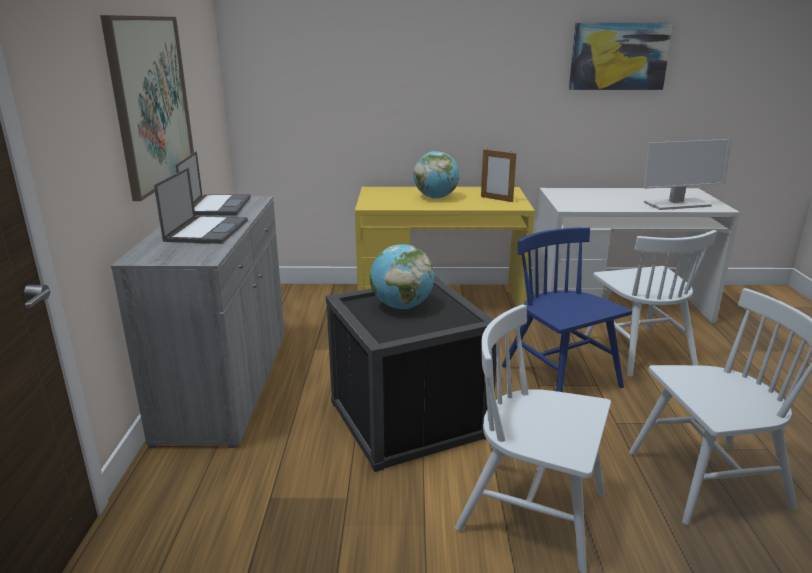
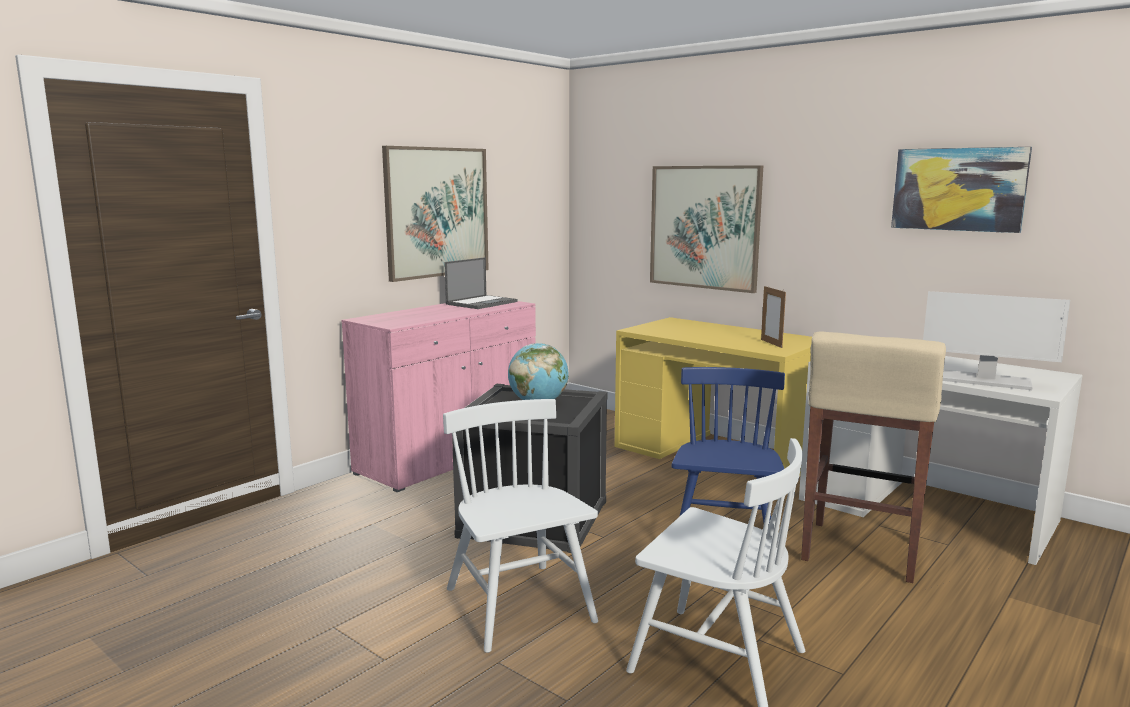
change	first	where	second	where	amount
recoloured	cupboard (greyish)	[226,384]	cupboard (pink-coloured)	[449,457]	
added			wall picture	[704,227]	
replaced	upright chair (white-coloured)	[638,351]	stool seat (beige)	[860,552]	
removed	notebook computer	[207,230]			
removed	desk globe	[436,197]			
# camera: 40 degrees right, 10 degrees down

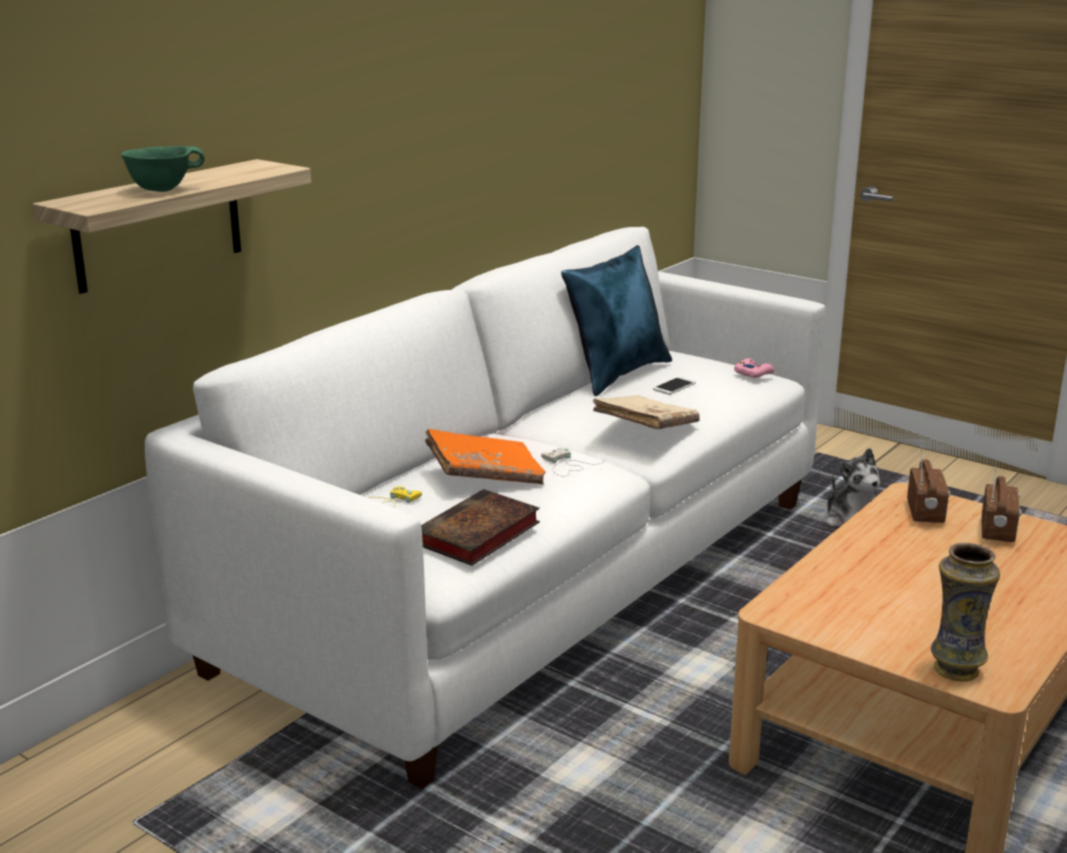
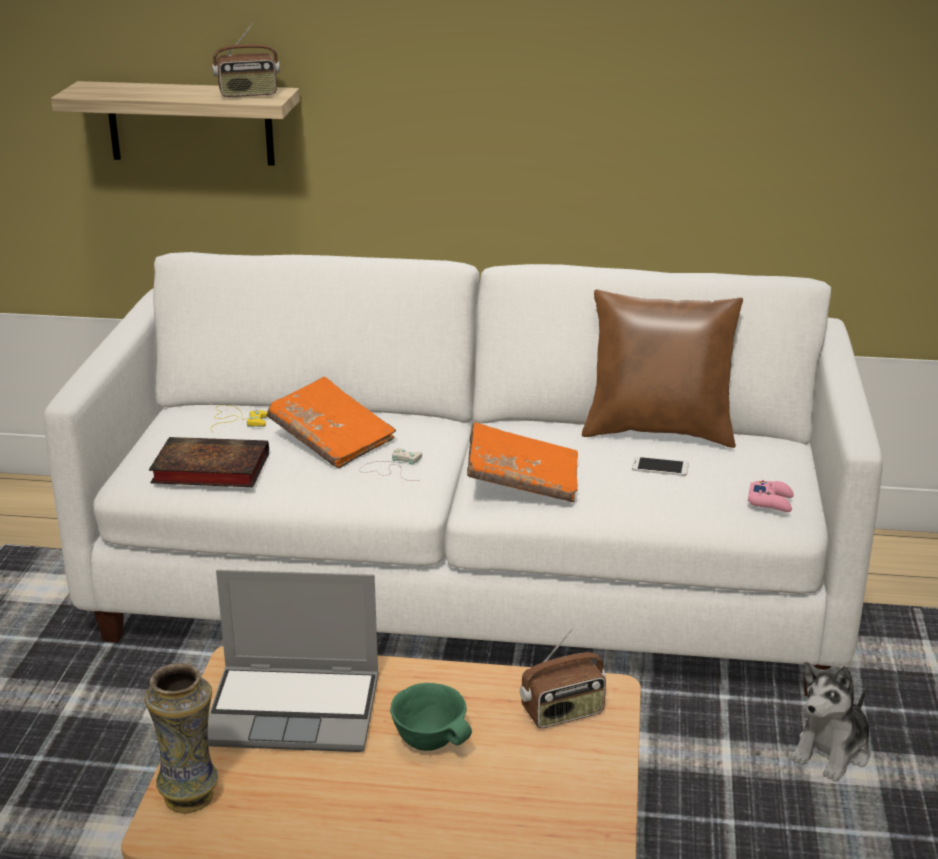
change	first	where	second	where	amount
added			notebook computer	[296,709]	
moved	radio	[998,531]		[248,94]	
moved	bowl (green)	[162,189]		[431,741]	
recoloured	bound book (beige)	[645,429]	bound book (orangey)	[522,481]	
recoloured	throw pillow (blue-coloured)	[617,374]	throw pillow (brownish)	[659,431]	
# camera: 60 degrees right, 5 degrees up

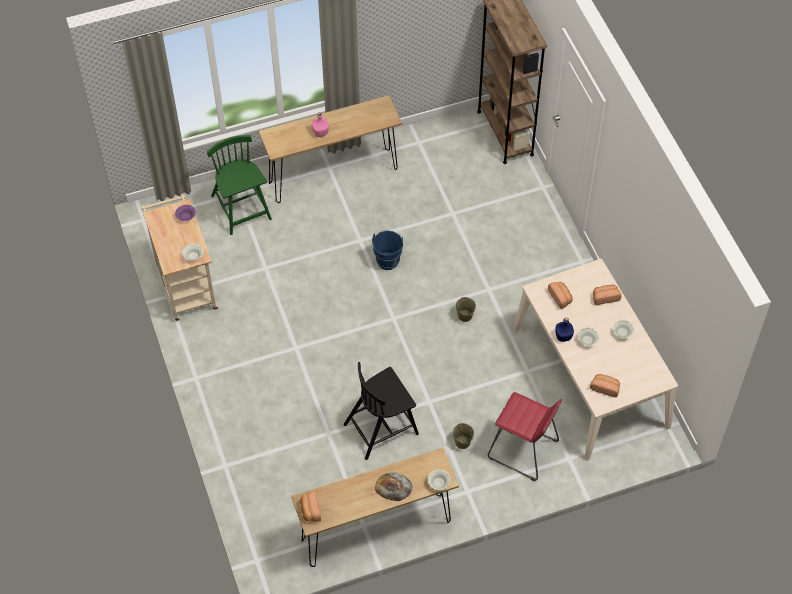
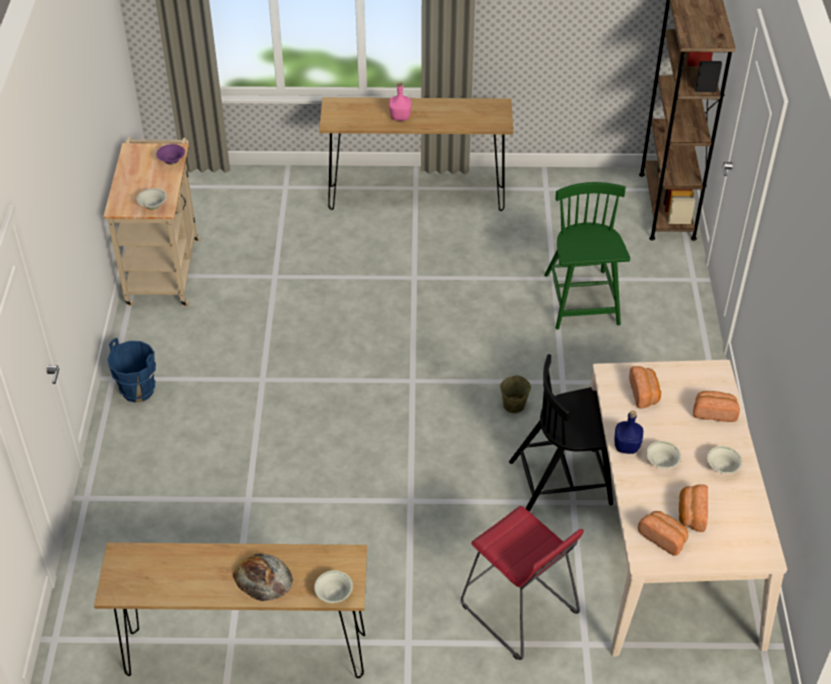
change	first	where	second	where	amount
moved	bucket (blue-coloured)	[388,262]		[138,391]	
moved	upright chair (blackish)	[382,428]		[562,482]	
moved	upright chair (green)	[241,209]		[581,301]	
moved	bread	[310,510]		[691,514]	
removed	bucket (beige)	[462,442]			
# camera: 20 degrees right, 10 degrees down

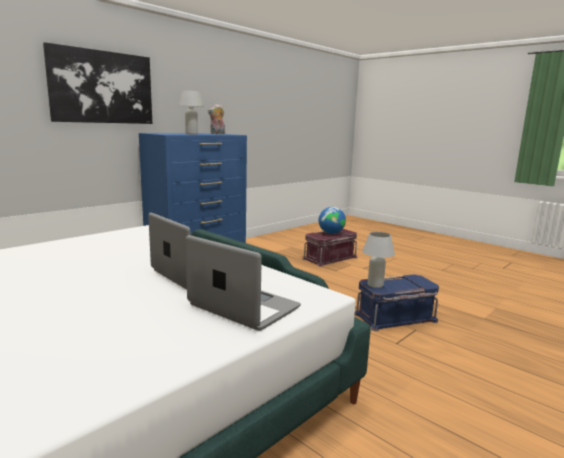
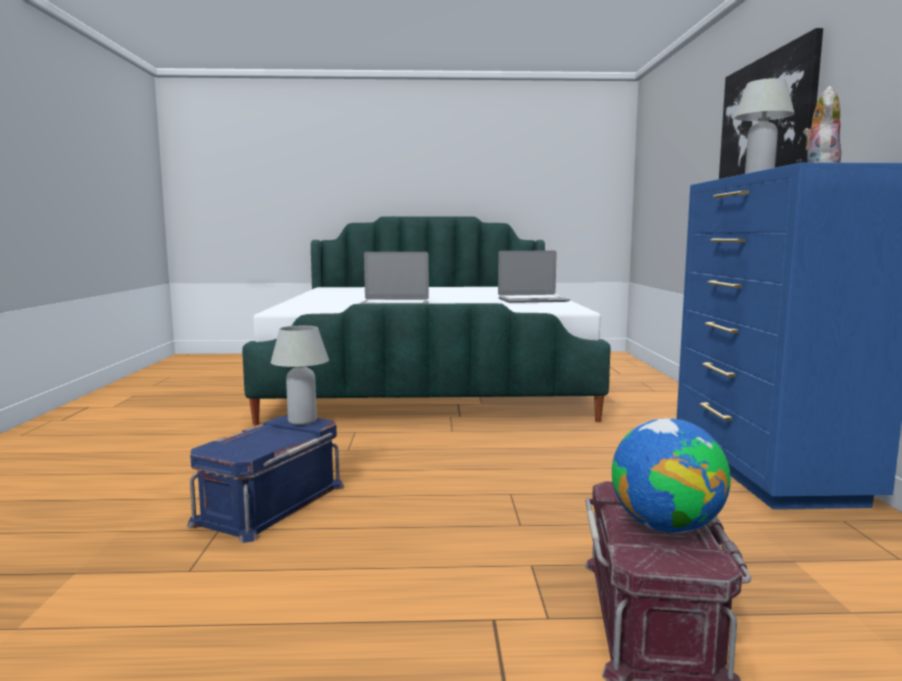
change	first	where	second	where	amount
moved	notebook computer	[243,307]		[532,300]	
# camera: 135 degrees right, 5 degrees down

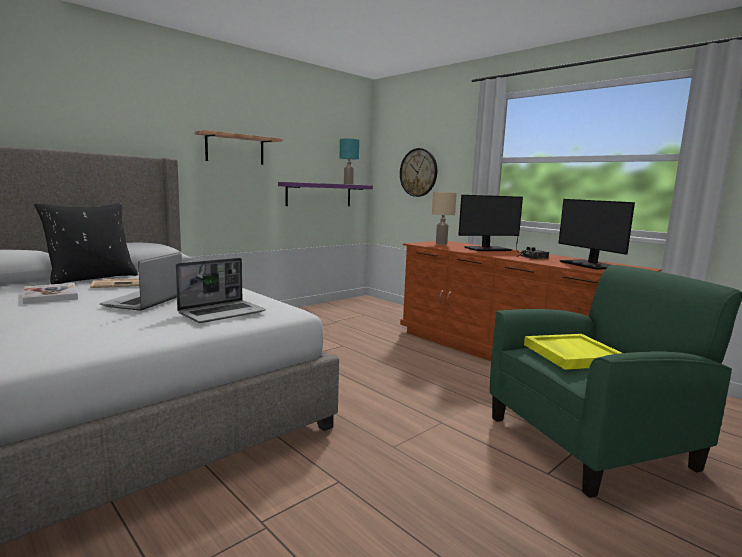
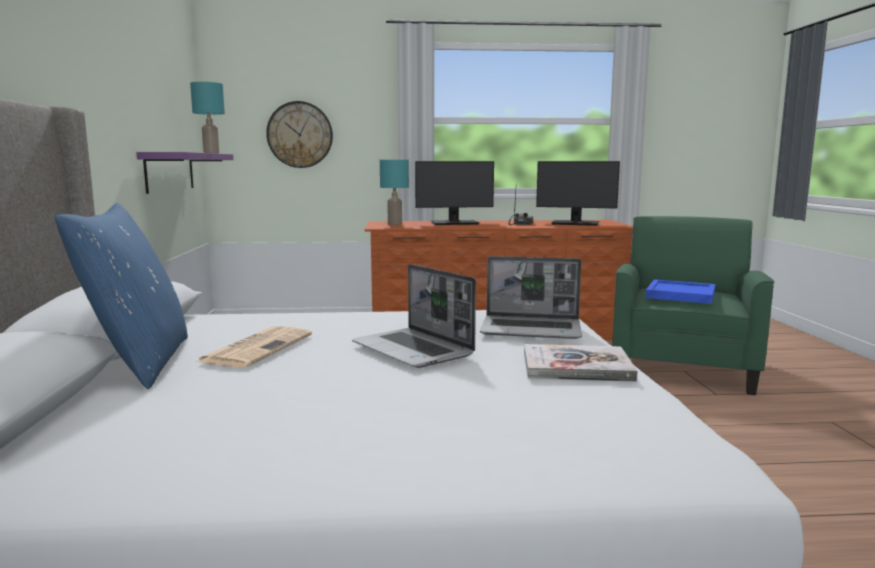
change	first	where	second	where	amount
recoloured	throw pillow (blackish)	[92,278]	throw pillow (blue-coloured)	[140,362]	
recoloured	lamp for a table (beige)	[441,243]	lamp for a table (turquoise)	[394,224]	
turned	computer display	[487,249]		[454,223]	60 degrees clockwise
turned	notebook computer	[222,313]		[532,329]	105 degrees clockwise
moved	bound book	[51,295]		[576,366]	
recoloured	serving tray (yellow-coloured)	[572,354]	serving tray (blue-coloured)	[680,295]	
removed	shelf	[235,149]			
# camera: 50 degrees left, 0 degrees up

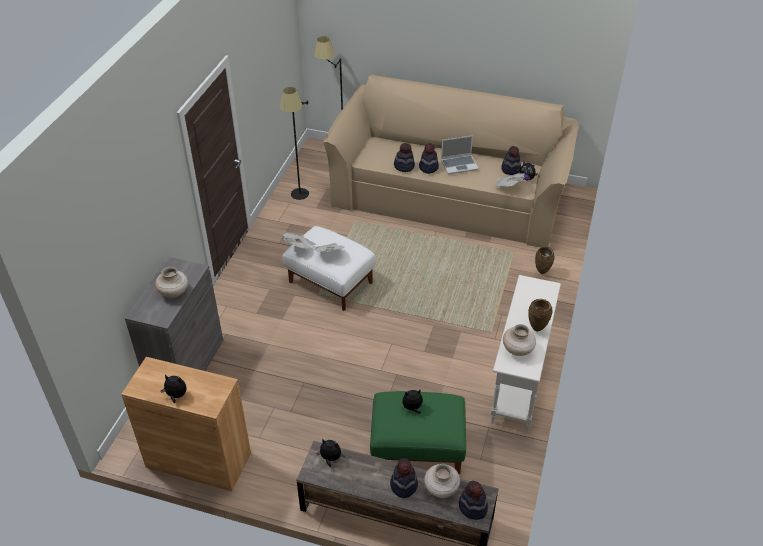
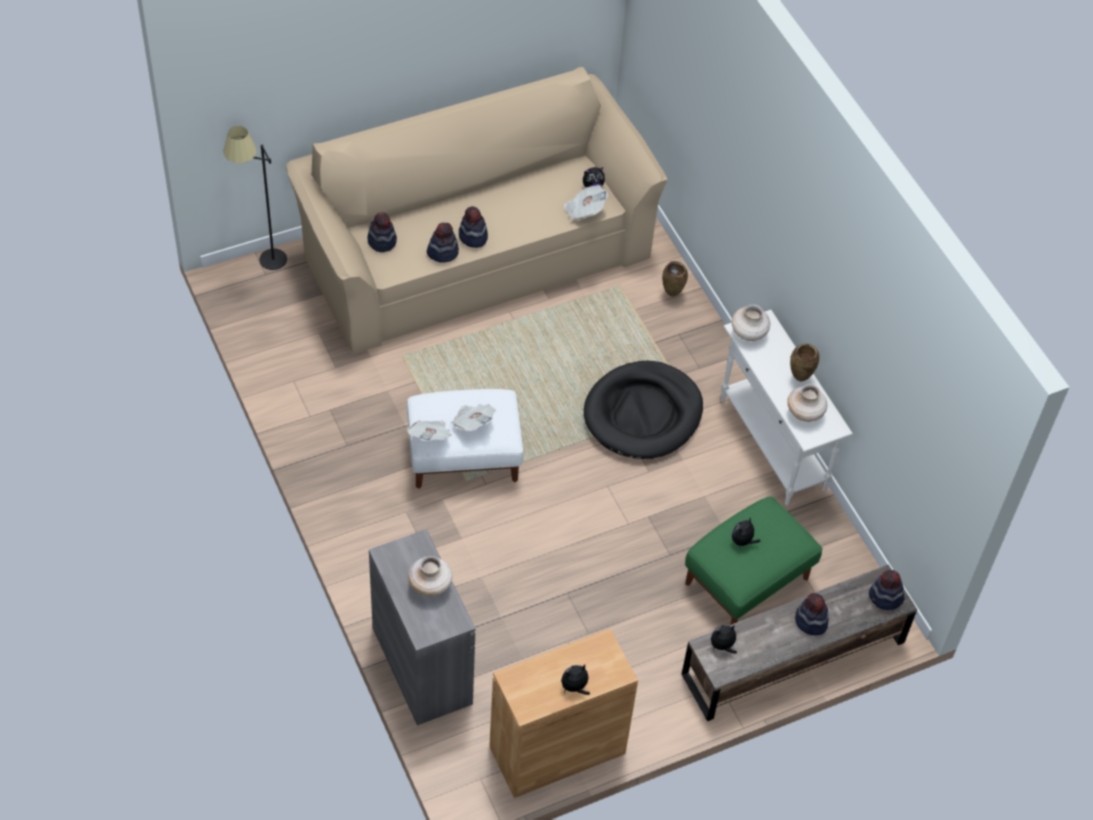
change	first	where	second	where	amount
moved	hat	[511,169]		[382,241]	
added			dog cushion (blackish)	[643,414]	
moved	decorative vase (beige)	[441,489]		[748,333]	
removed	standard lamp (blackish)	[300,199]			
removed	notebook computer	[459,165]			
# camera: 45 degrees left, 10 degrees up

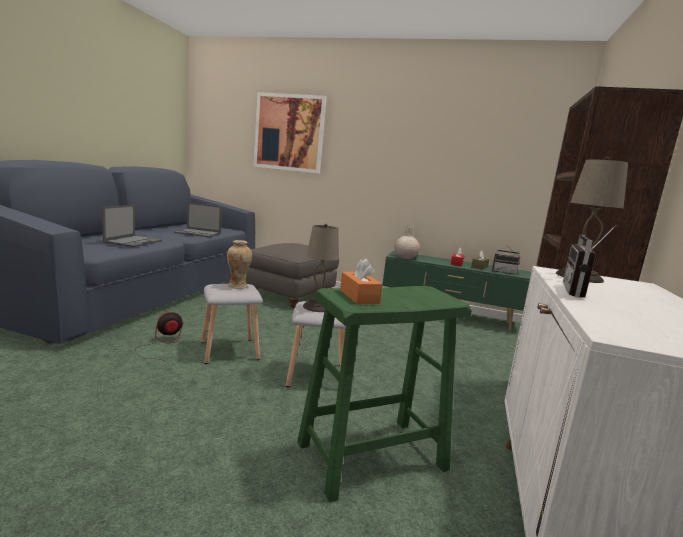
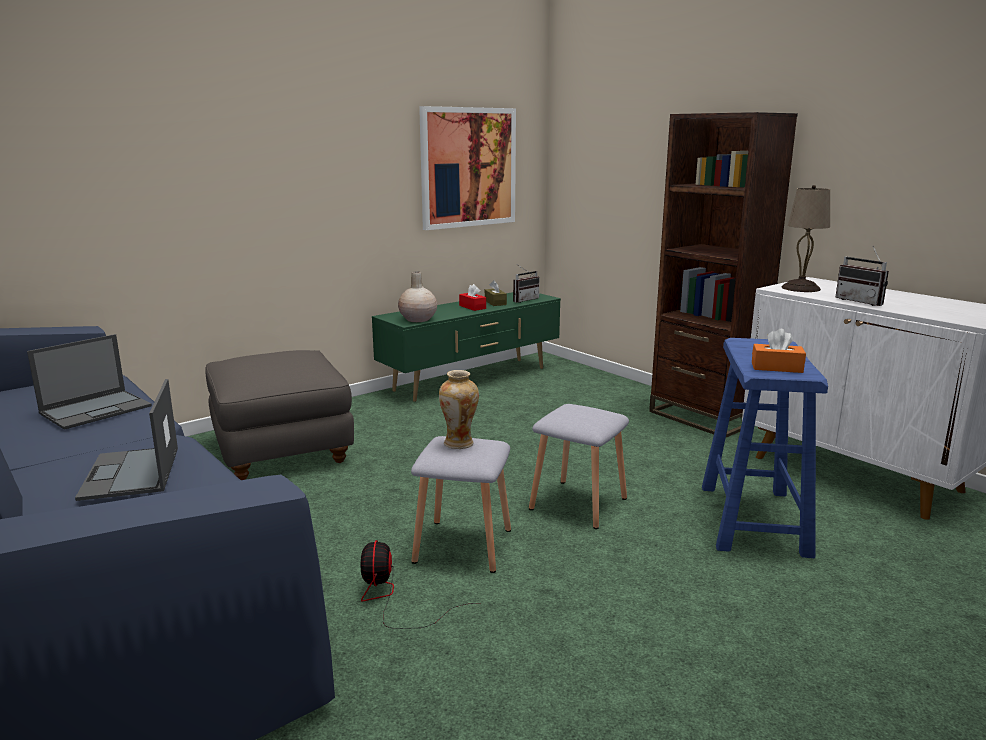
change	first	where	second	where	amount
turned	notebook computer	[133,241]		[131,473]	150 degrees counterclockwise
moved	wall picture	[289,133]		[468,167]	
recoloured	stool seat (green)	[370,456]	stool seat (blue-coloured)	[753,520]	
removed	lamp for a table (beige)	[318,307]			
# camera: 55 degrees left, 5 degrees up

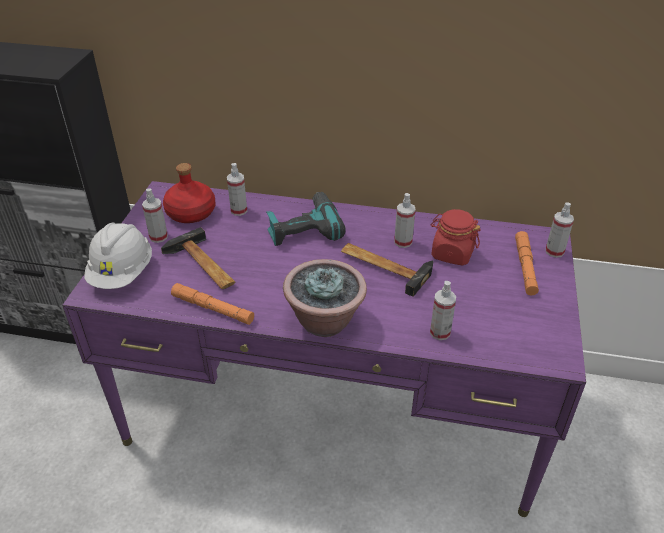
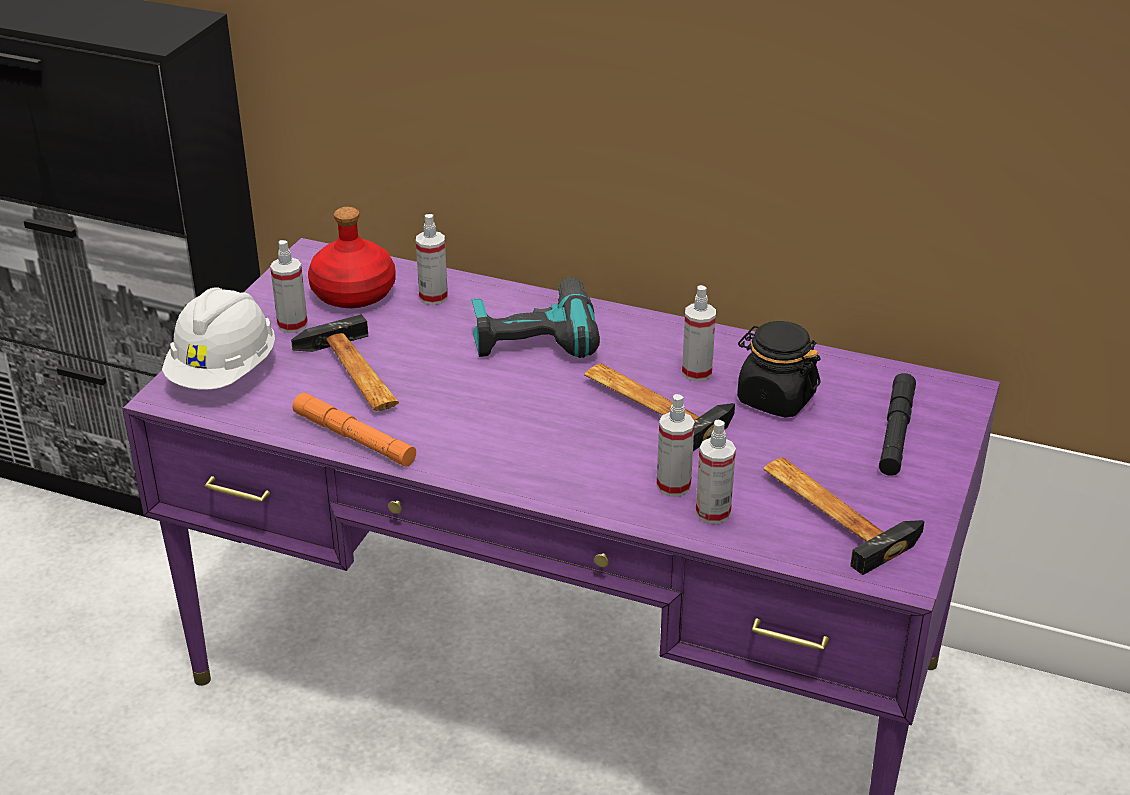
change	first	where	second	where	amount
moved	spray bottle	[554,251]		[673,486]	
recoloured	jar (red)	[452,253]	jar (blackish)	[775,398]	
added			tool hammer	[833,512]	
recoloured	hand torch (orangey)	[525,267]	hand torch (blackish)	[896,432]	
removed	plant in a pot	[325,321]			
# camera: 10 degrees right, 5 degrees down

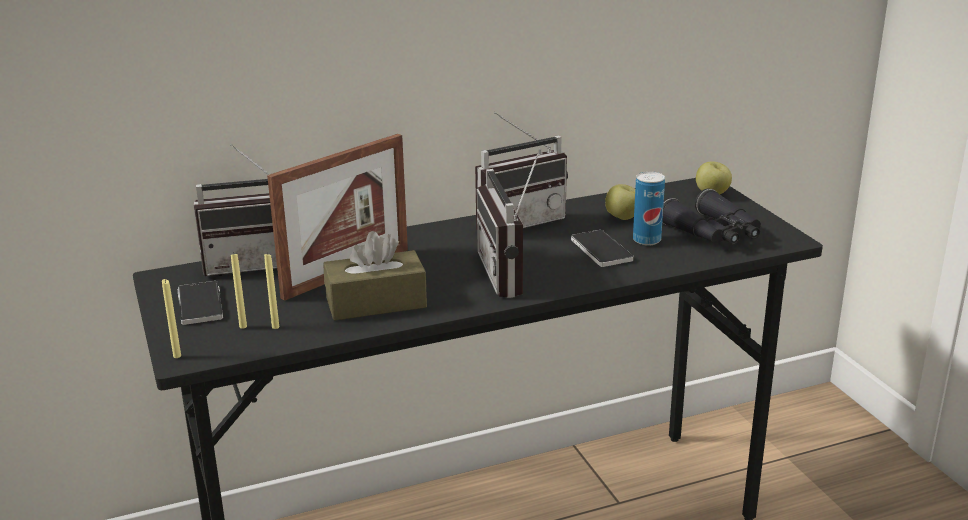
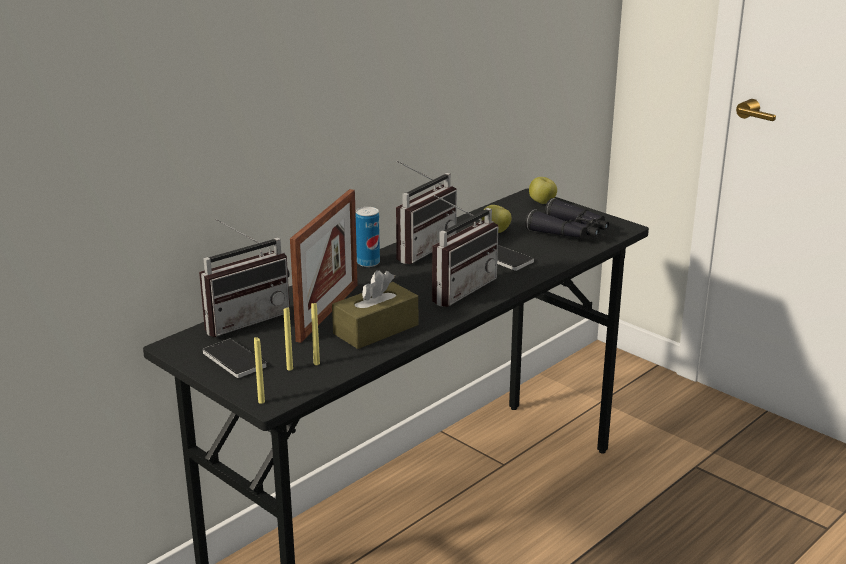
change	first	where	second	where	amount
moved	metal can	[646,240]		[368,263]	
turned	radio	[512,275]		[457,289]	105 degrees counterclockwise
# camera: 25 degrees left, 0 degrees up

